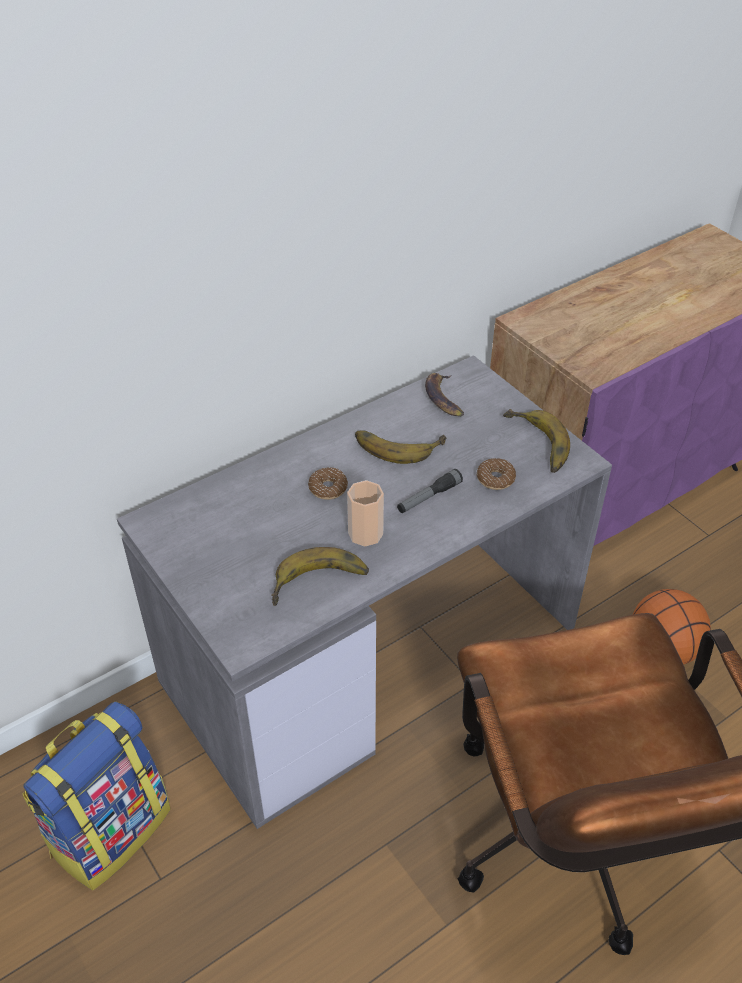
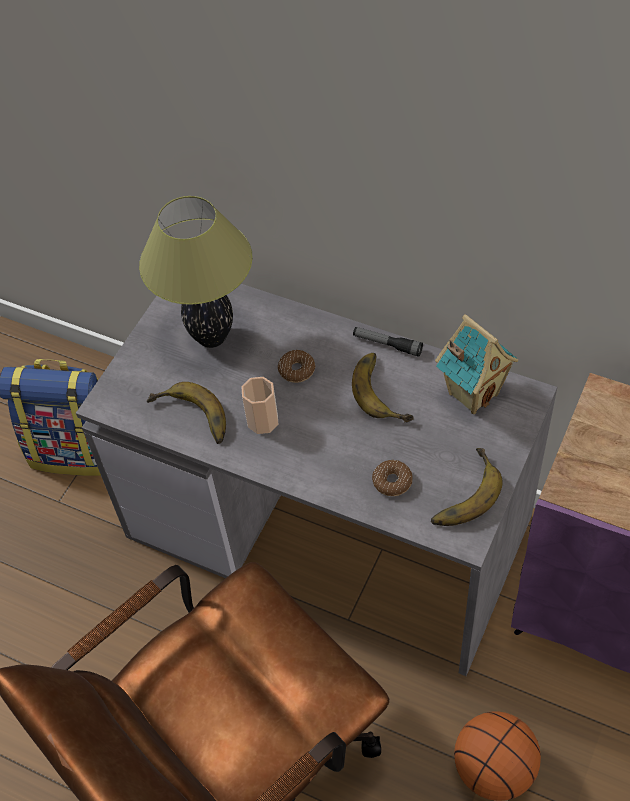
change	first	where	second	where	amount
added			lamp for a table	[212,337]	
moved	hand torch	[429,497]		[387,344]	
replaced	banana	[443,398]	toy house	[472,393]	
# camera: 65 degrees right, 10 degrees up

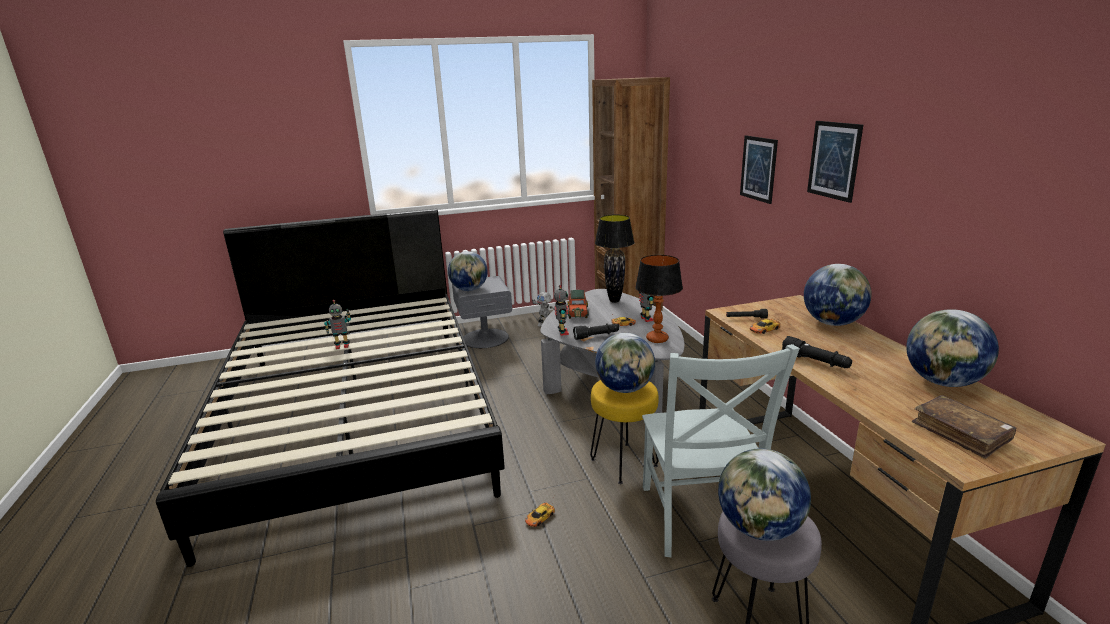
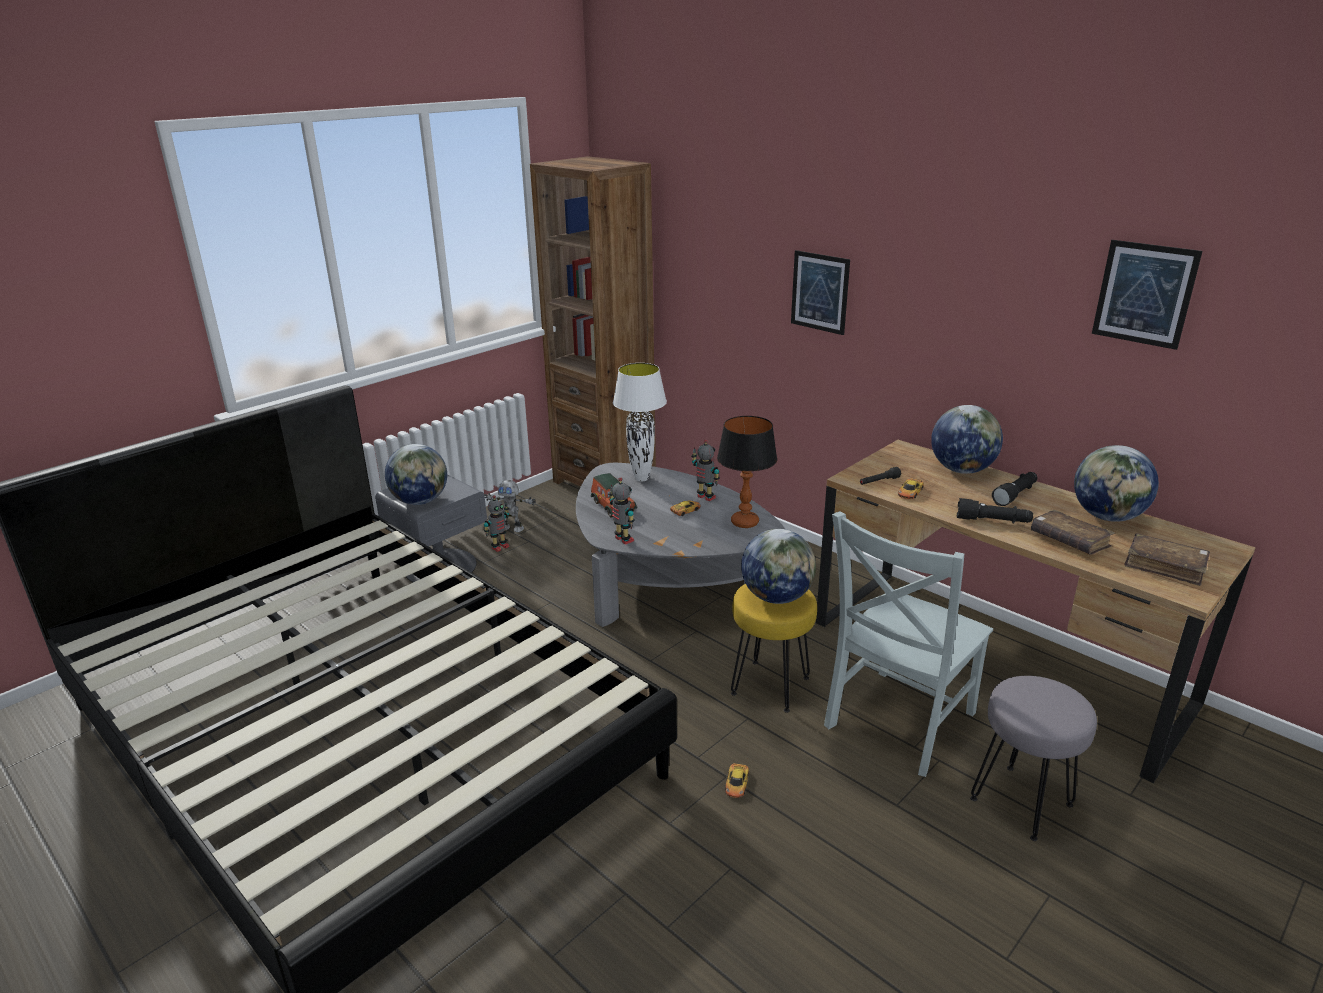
change	first	where	second	where	amount
moved	toy robot	[342,346]		[499,547]	
recoloured	lamp for a table (blackish)	[614,301]	lamp for a table (white-coloured)	[641,479]	
turned	upright chair (greyish)	[699,519]		[896,723]	75 degrees clockwise
moved	hand torch (blackish)	[596,336]		[1015,495]	
added			bound book (brownish)	[1069,541]	
moved	wall picture	[834,160]		[1144,294]	
removed	desk globe	[759,528]			
# camera: 30 degrees left, 5 degrees up

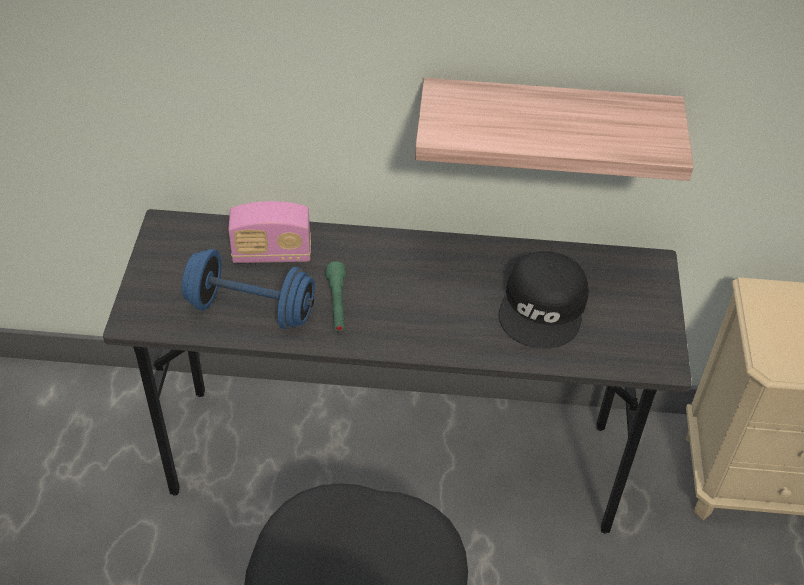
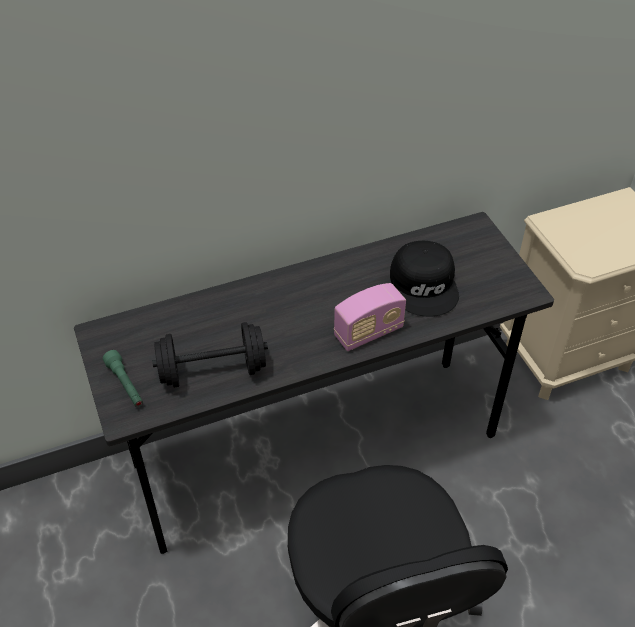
change	first	where	second	where	amount
moved	hand torch (green)	[337,304]		[125,384]	
recoloured	hand weight (blue-coloured)	[251,309]	hand weight (blackish)	[212,371]	
moved	radio	[272,254]		[368,332]	
removed	shelf	[546,126]			
# camera: 25 degrees left, 0 degrees up

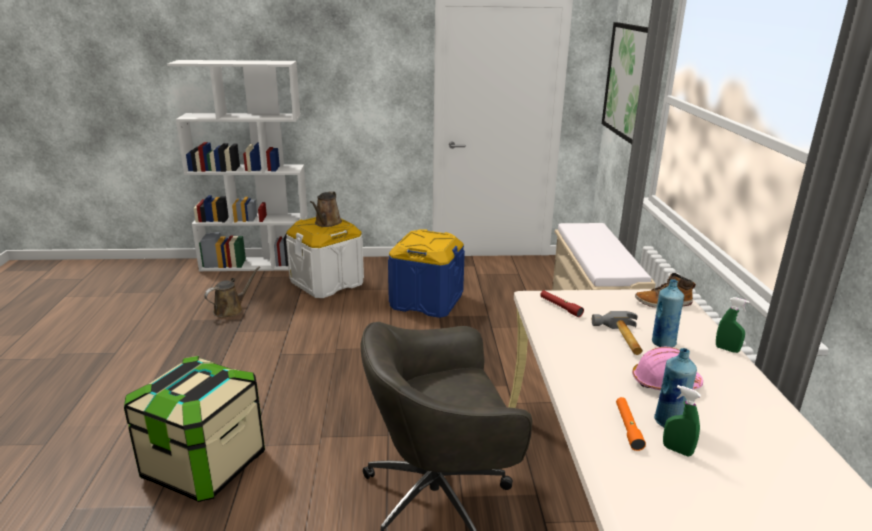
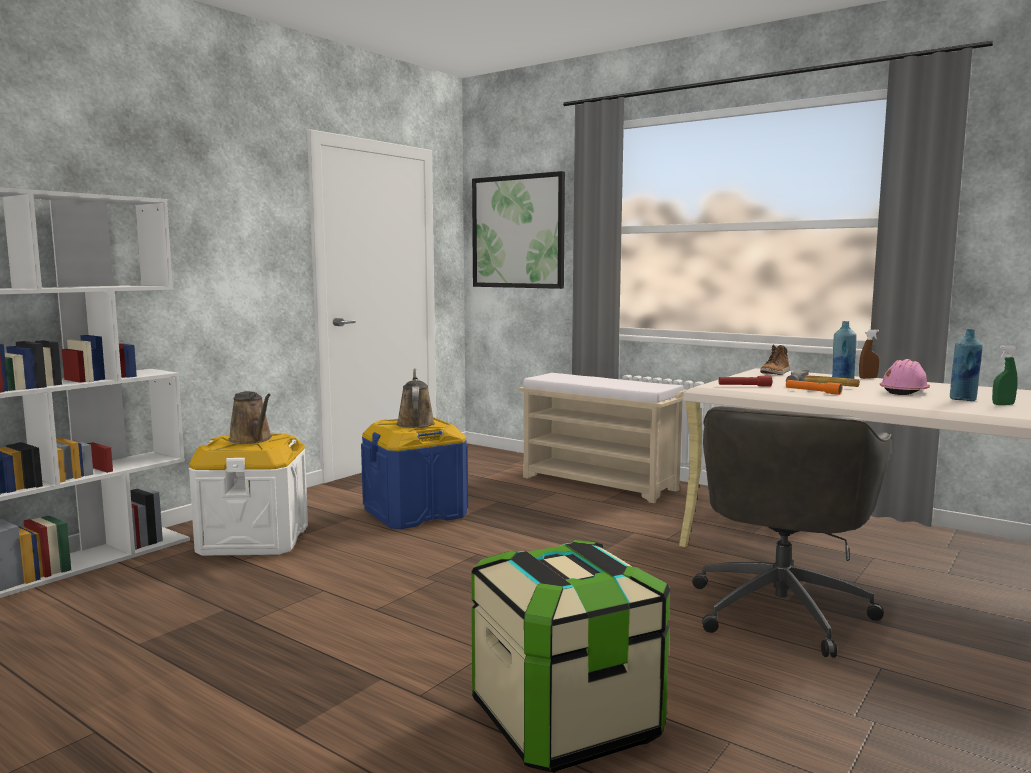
change	first	where	second	where	amount
moved	watering pot (brownish)	[231,310]		[415,423]	
moved	hand torch (orangey)	[628,427]		[812,391]	
recoloured	spray bottle (green)	[727,349]	spray bottle (brownish)	[868,378]	
# camera: 50 degrees left, 15 degrees down

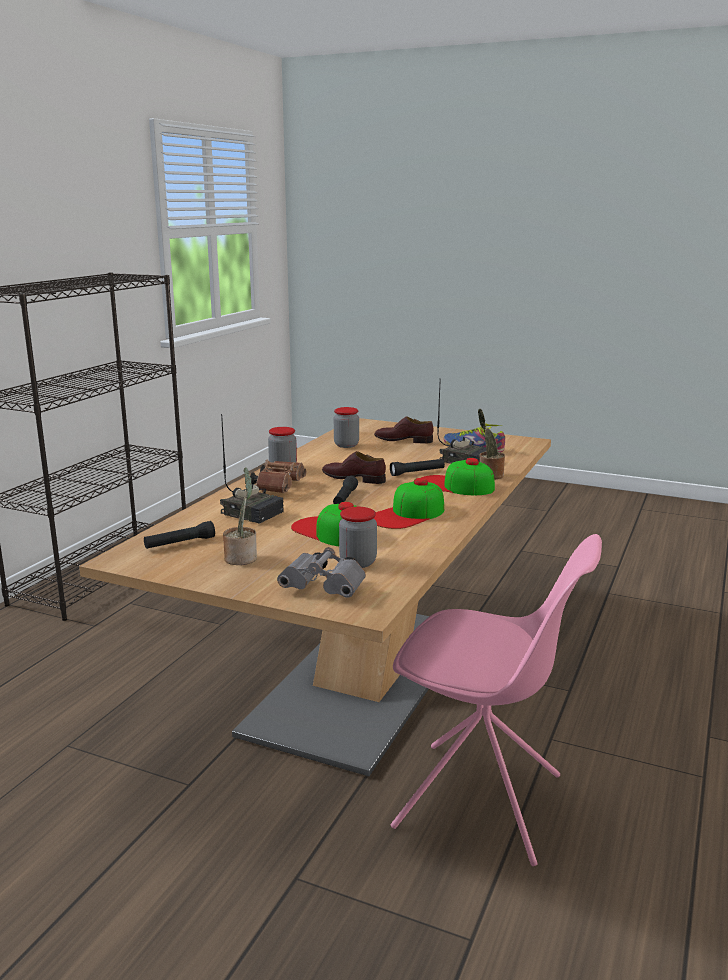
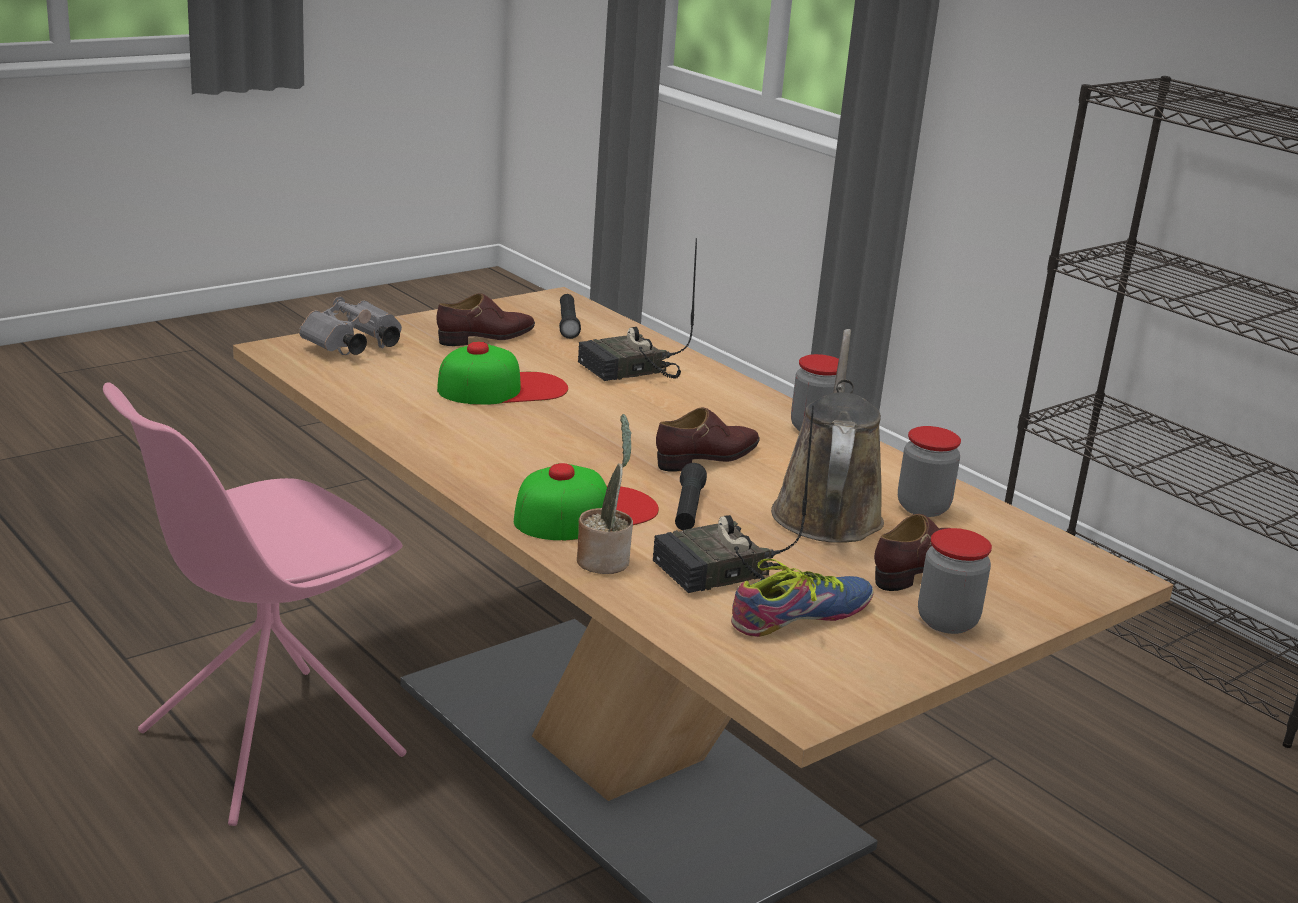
change	first	where	second	where	amount
replaced	plant in a pot	[242,558]	item of footwear (brownish)	[487,337]	
added			watering pot (brownish)	[827,511]	
moved	jar	[358,562]		[947,621]	
removed	field glasses (brownish)	[279,487]			
removed	hand torch (blackish)	[345,498]			
removed	cap	[408,514]			
# camera: 115 degrees right, 5 degrees up

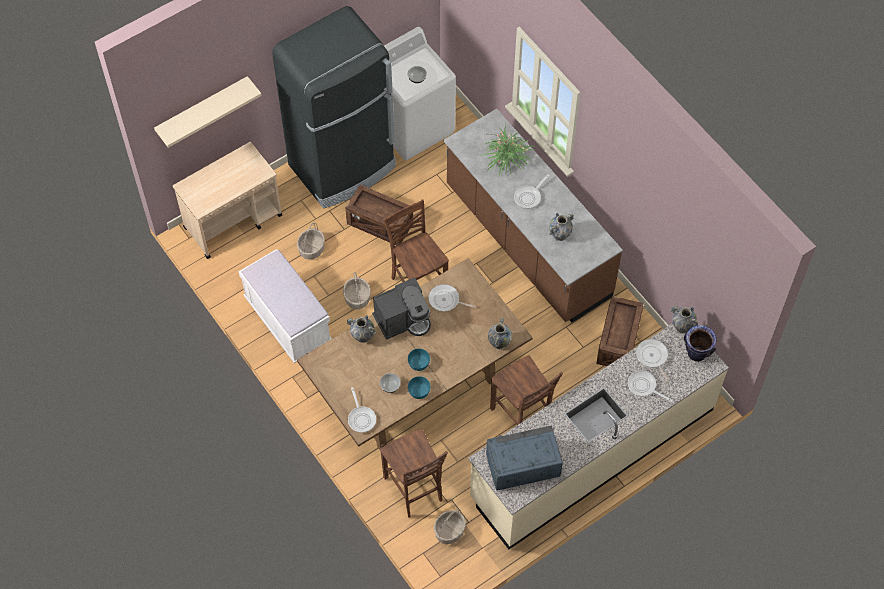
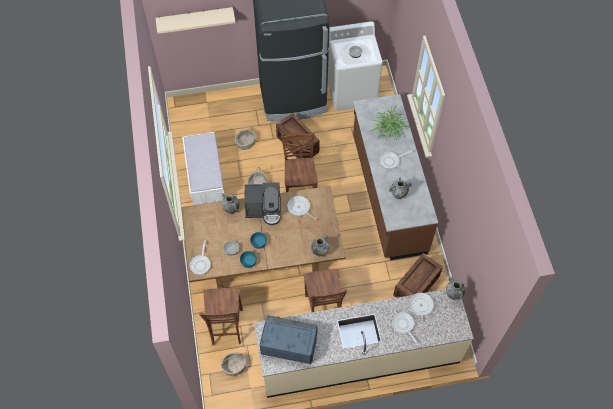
change	first	where	second	where	amount
removed	cart (beige)	[233,221]			
removed	decorative vase	[697,353]			
# camera: 25 degrees right, 0 degrees up

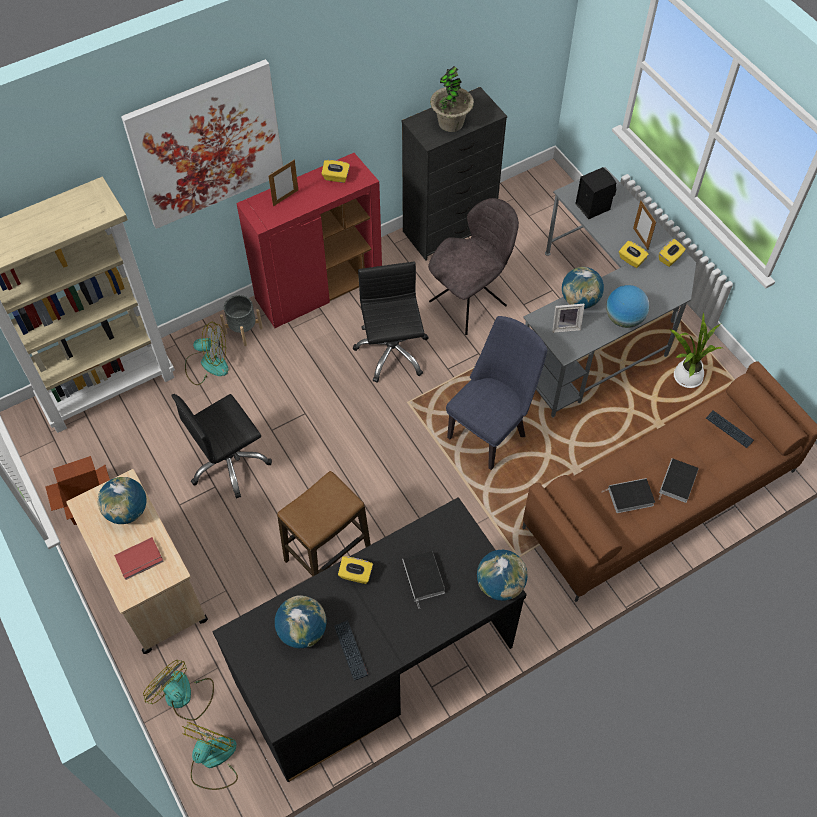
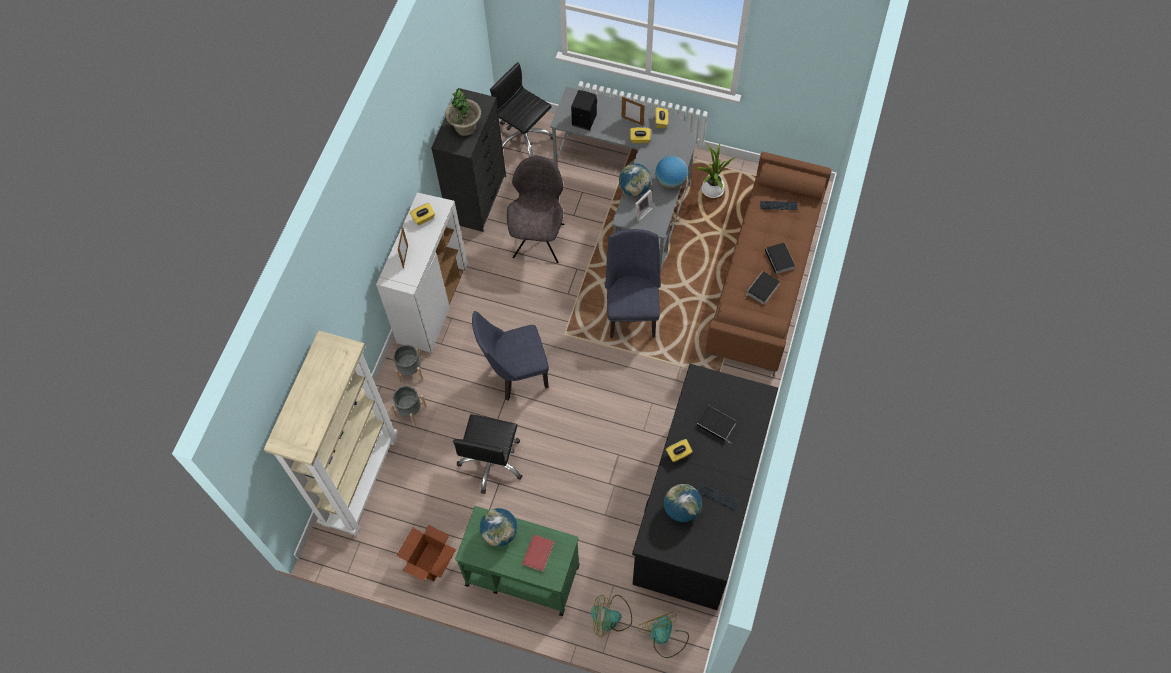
change	first	where	second	where	amount
recoloured	cupboard (red)	[319,289]	cupboard (white-coloured)	[432,303]	
replaced	fan	[207,364]	flower pot (greyish)	[410,411]	
recoloured	cart (beige)	[150,584]	cart (green)	[521,574]	
added			upright chair (blue-coloured)	[515,375]	
moved	office chair (blackish)	[392,352]		[524,137]	
removed	wall picture	[207,145]			
removed	stool seat	[328,555]			
removed	desk globe	[500,584]			
# camera: 40 degrees left, 5 degrees up

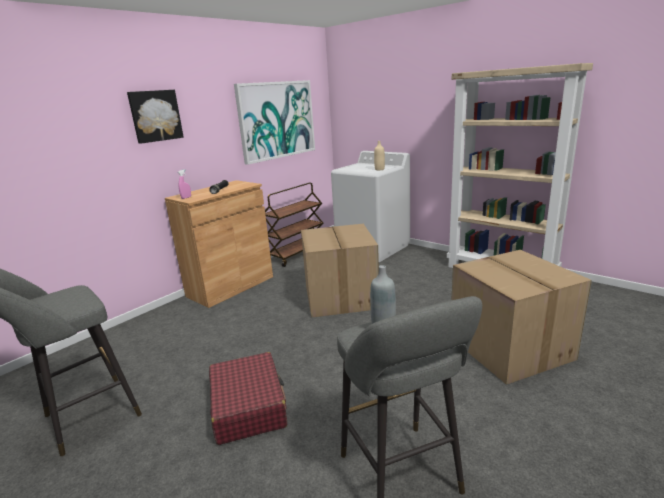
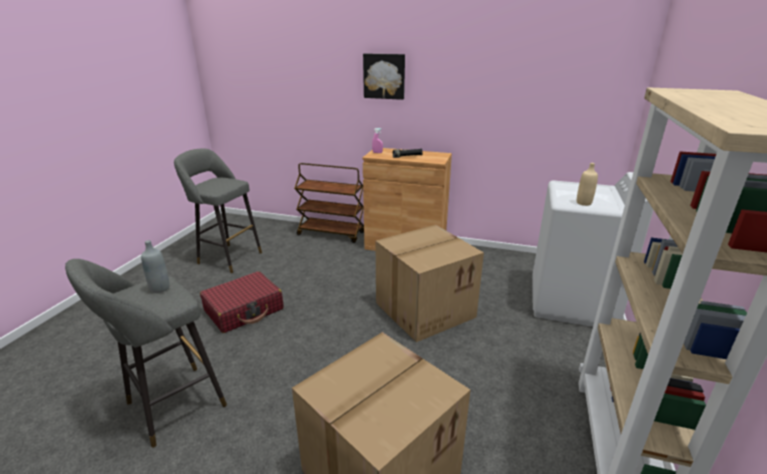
change	first	where	second	where	amount
moved	cart (brownish)	[297,254]		[332,233]	
removed	wall picture	[277,120]			
# camera: 65 degrees right, 5 degrees up

